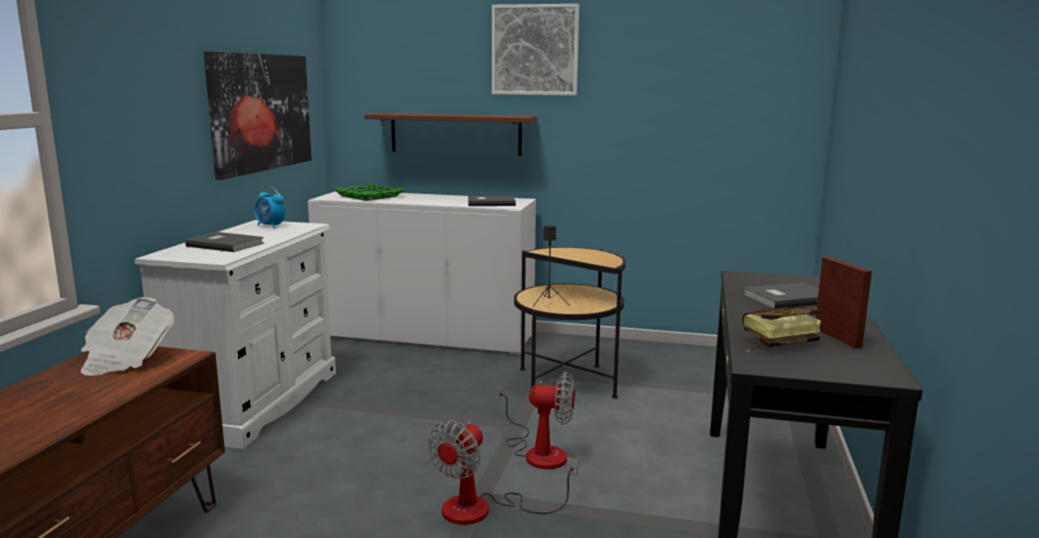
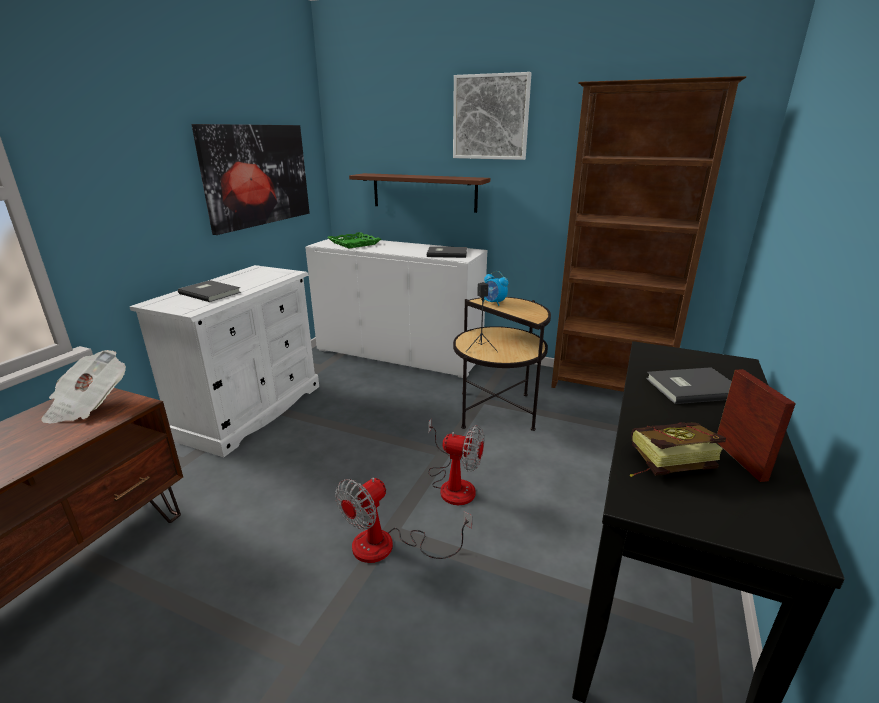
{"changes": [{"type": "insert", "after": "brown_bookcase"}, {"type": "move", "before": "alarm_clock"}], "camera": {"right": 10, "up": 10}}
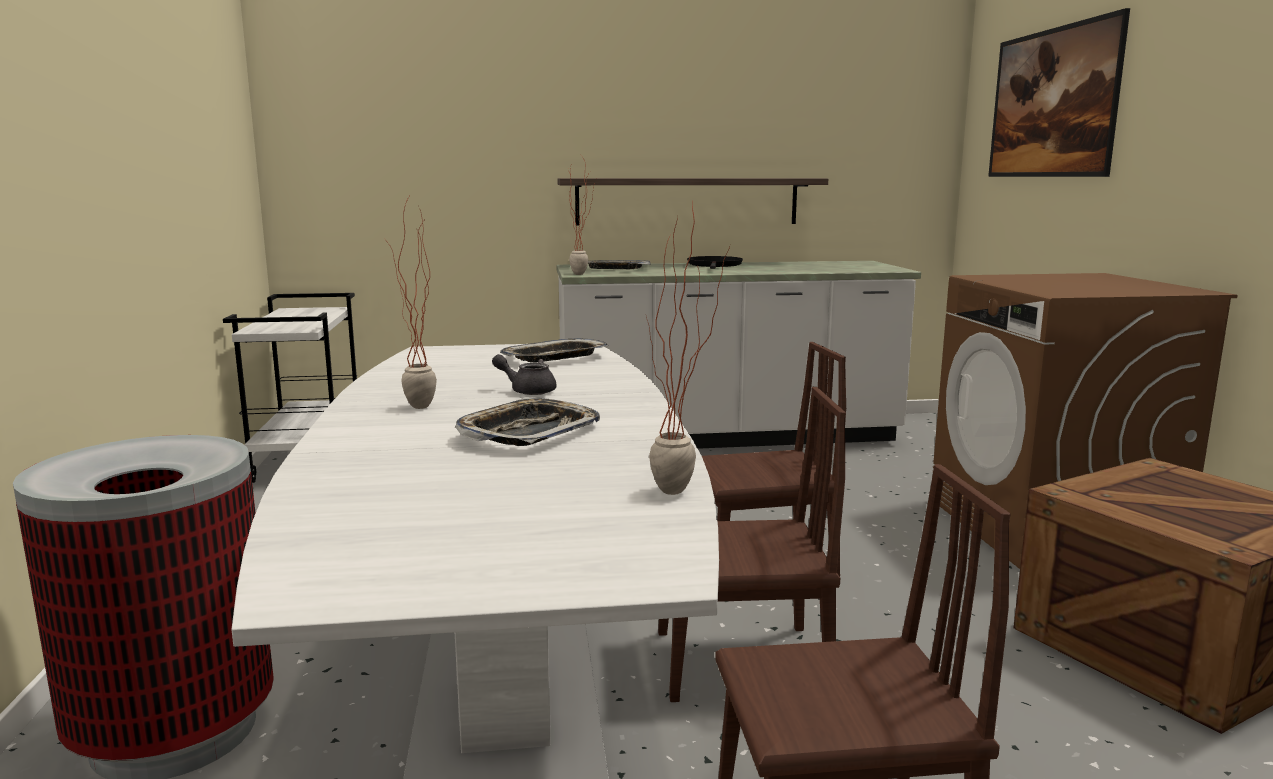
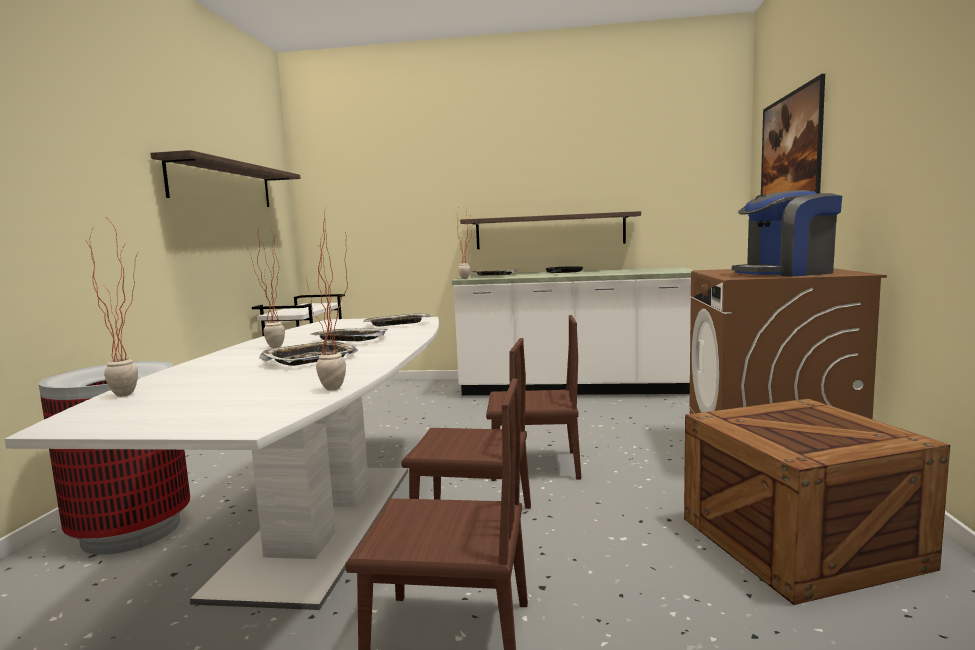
{"changes": [{"type": "insert", "after": "potted_plant (1st from left)"}, {"type": "insert", "after": "shelf (1st from left)"}, {"type": "insert", "after": "coffee_machine"}, {"type": "replace", "before": "grey_teapot", "after": "tray (2nd from left)"}], "camera": {"right": 15, "up": -5}}
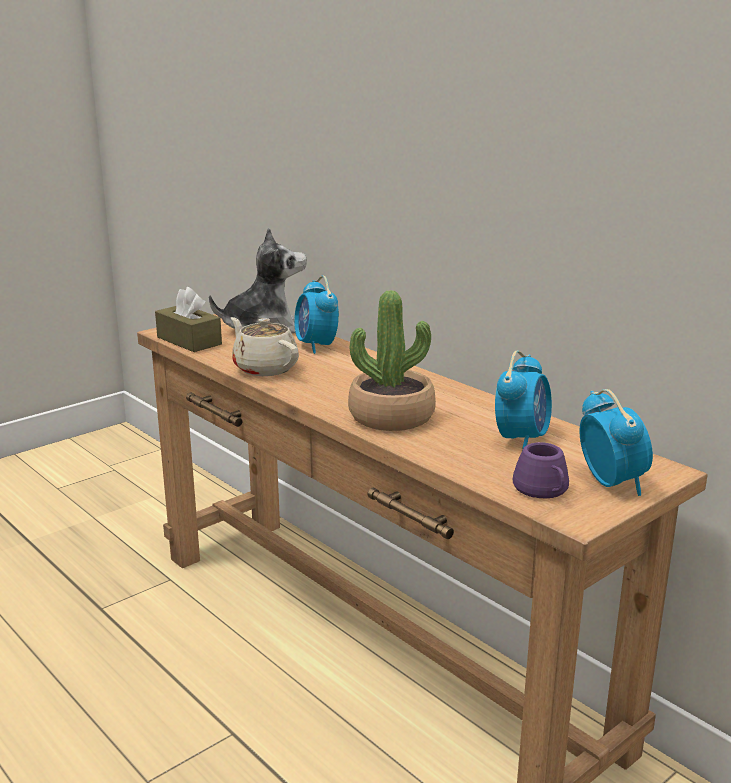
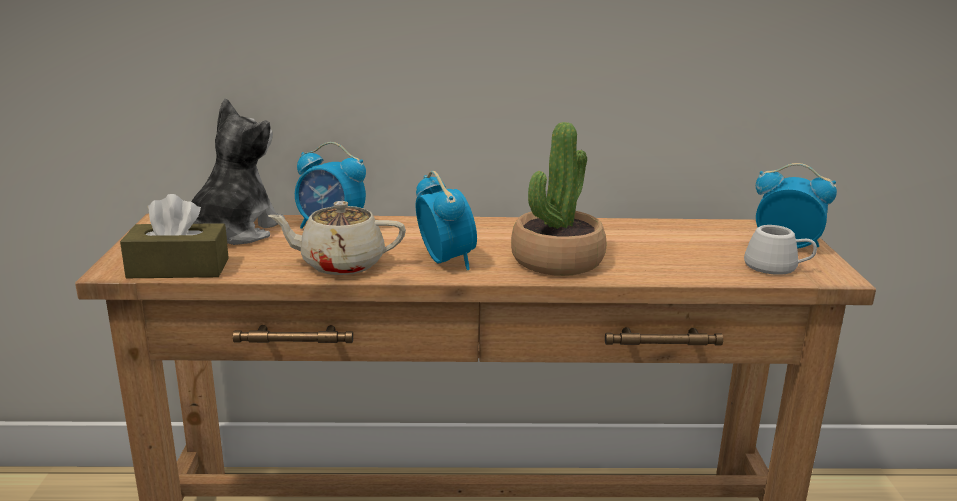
{"changes": [{"type": "move", "before": "alarm_clock (2nd from left)"}, {"type": "recolor", "before": "purple_mug", "after": "white_mug"}], "camera": {"right": -50, "up": 0}}
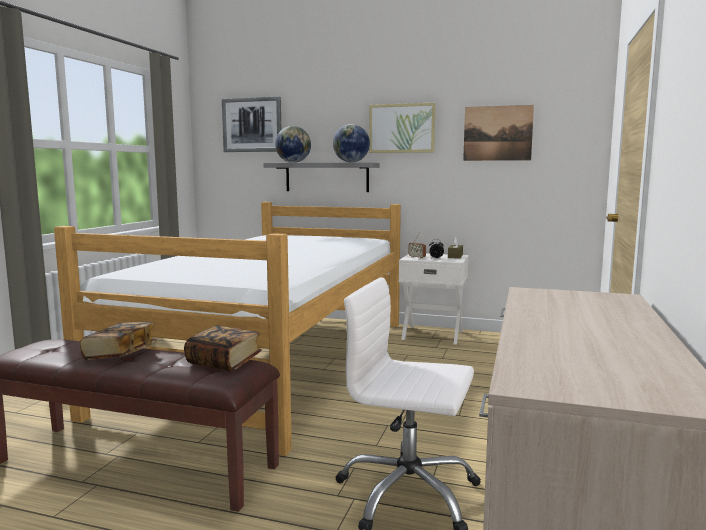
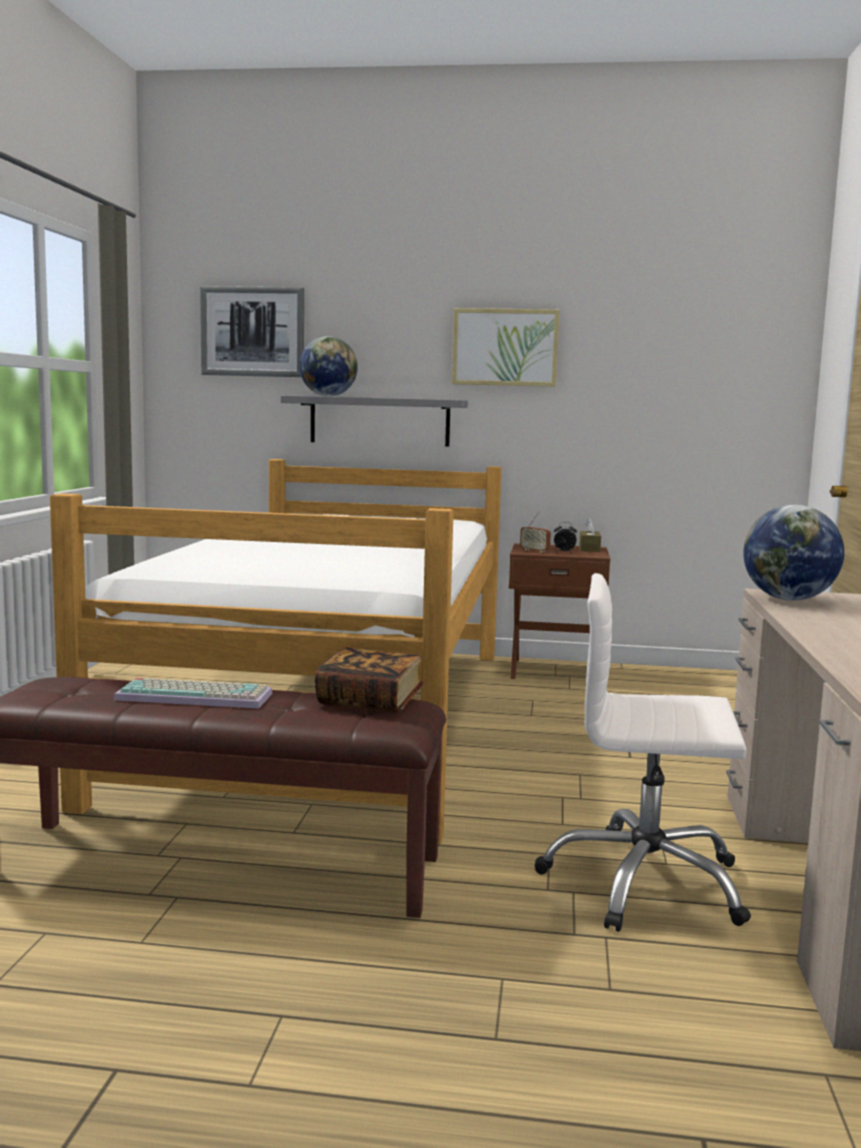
{"changes": [{"type": "delete", "before": "picture (3rd from left)"}, {"type": "move", "before": "globe (2nd from left)"}, {"type": "replace", "before": "book (1st from left)", "after": "keyboard"}, {"type": "recolor", "before": "white_nightstand", "after": "brown_nightstand"}], "camera": {"right": -10, "up": 0}}
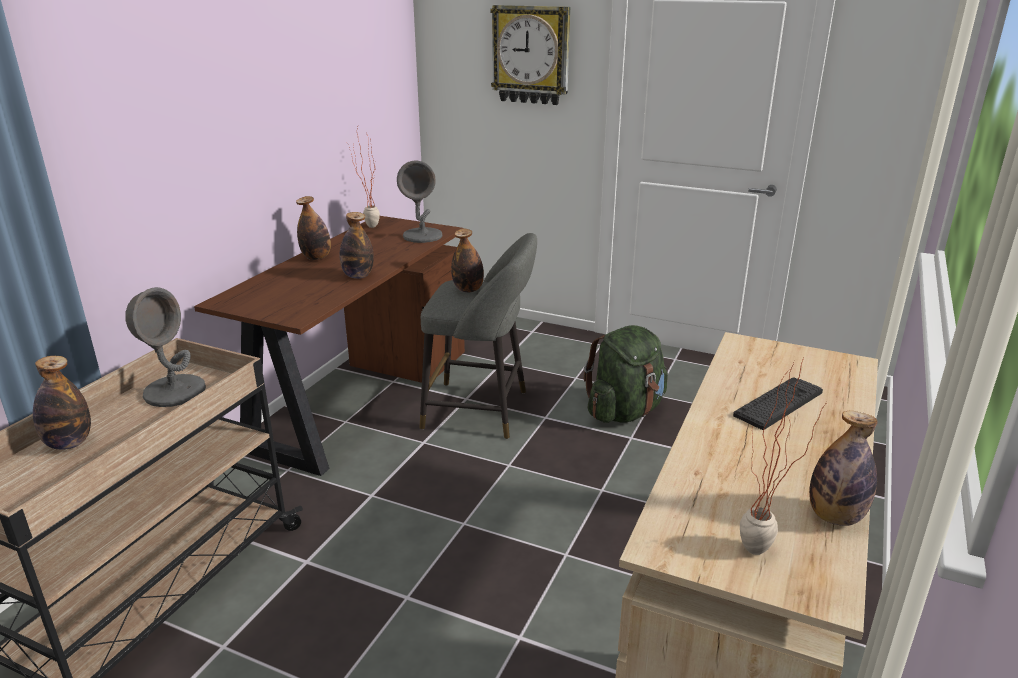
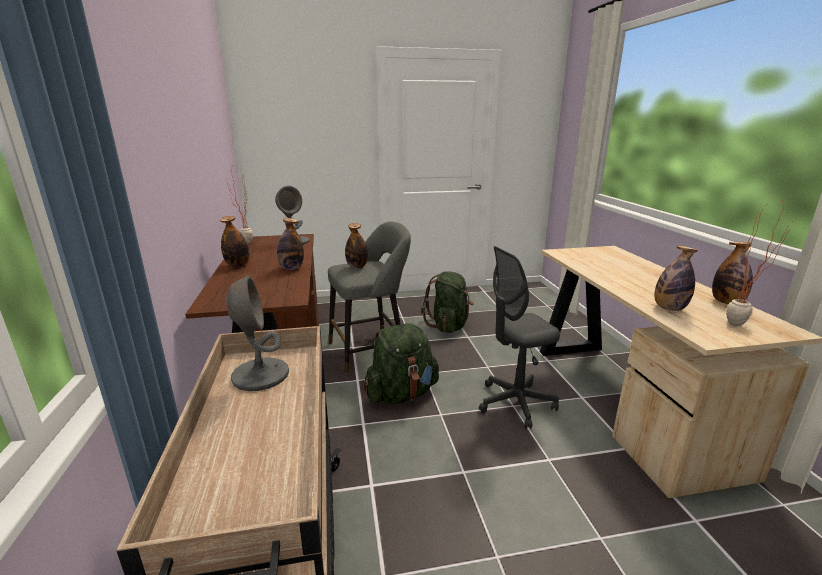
{"changes": [{"type": "delete", "before": "wall_clock"}, {"type": "delete", "before": "keyboard"}, {"type": "insert", "after": "green_backpack (1st from left)"}, {"type": "insert", "after": "grey_office_chair"}, {"type": "move", "before": "bottle (1st from left in the first image)", "after": "bottle (4th from left)"}], "camera": {"right": -35, "up": -5}}
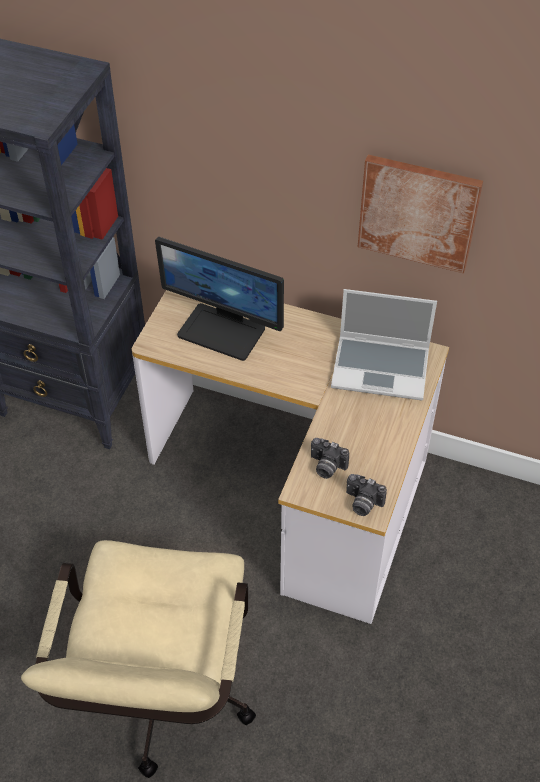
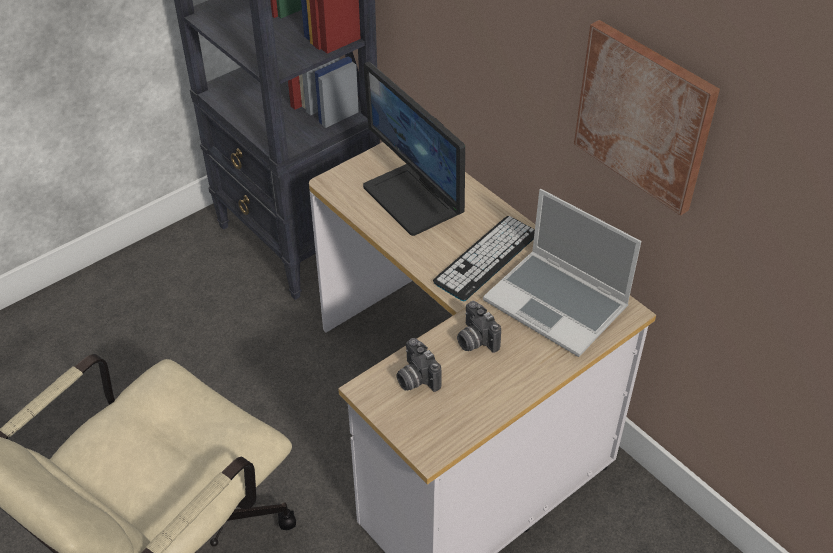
{"changes": [{"type": "insert", "after": "keyboard"}, {"type": "move", "before": "photo_camera (2nd from left)"}], "camera": {"right": 30, "up": -5}}
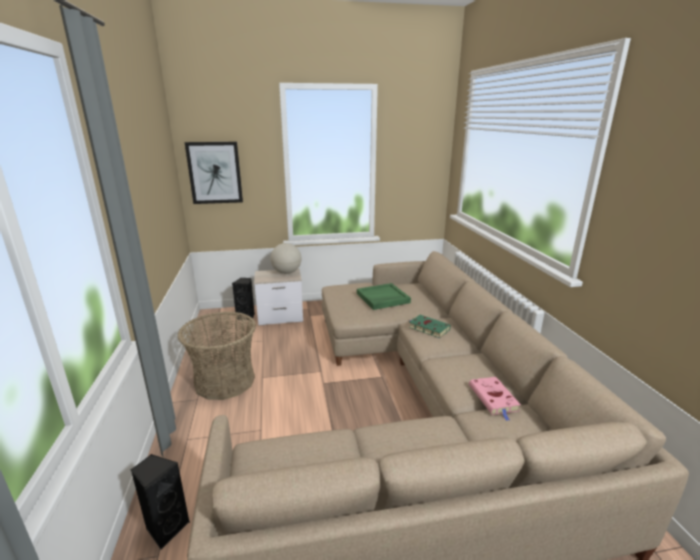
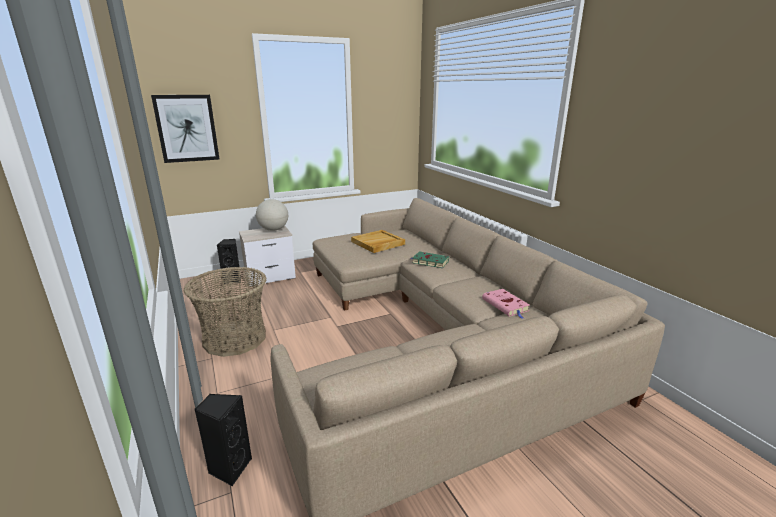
{"changes": [{"type": "recolor", "before": "green_tray", "after": "beige_tray"}], "camera": {"right": -15, "up": 0}}
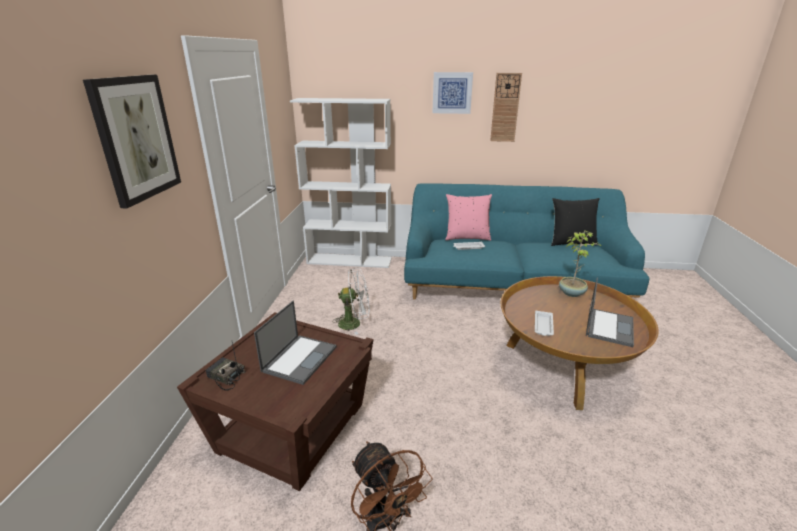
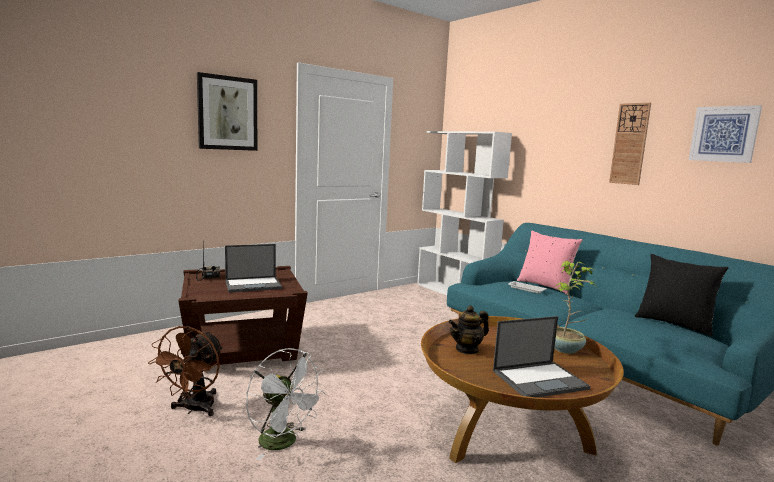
{"changes": [{"type": "move", "before": "white_fan"}, {"type": "move", "before": "picture (2nd from left)"}, {"type": "replace", "before": "white_tray (2nd from left)", "after": "teapot"}], "camera": {"right": 45, "up": -15}}
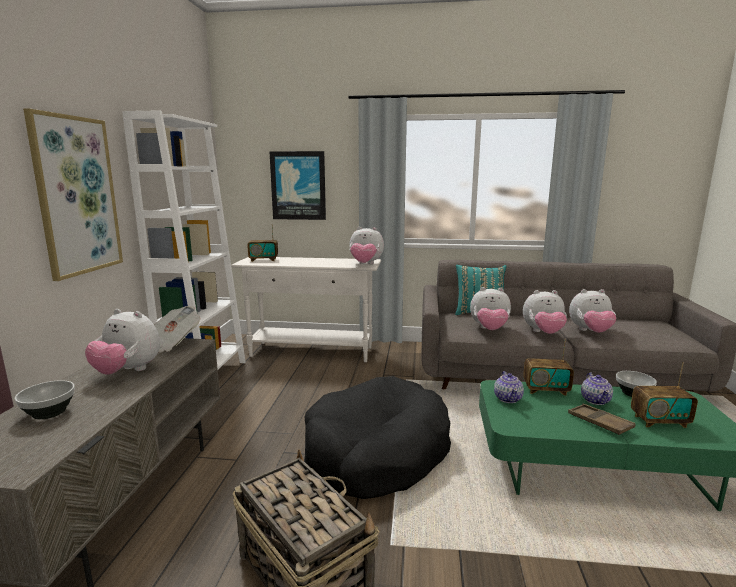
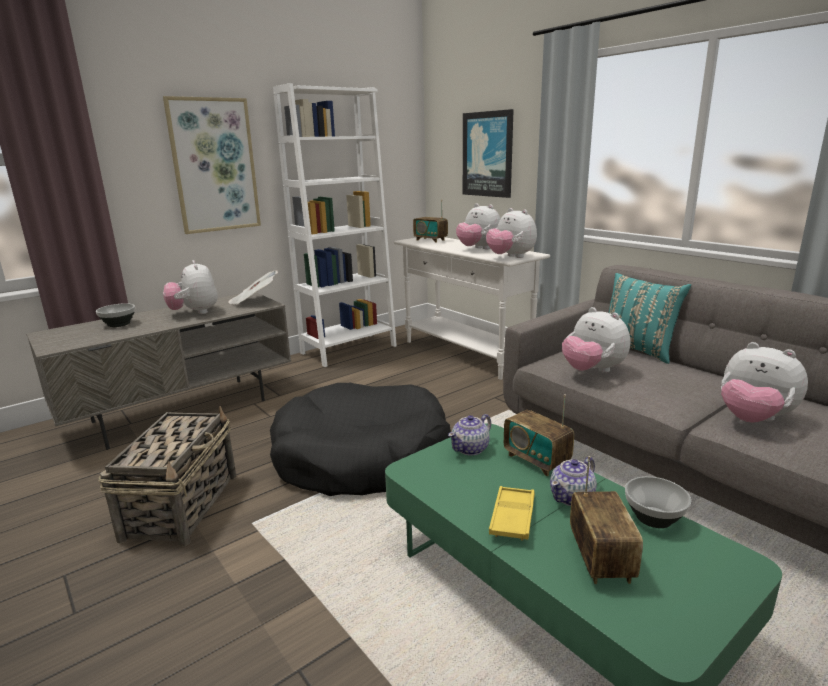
{"changes": [{"type": "move", "before": "plush_toy (4th from left in the first image)", "after": "plush_toy (2nd from left)"}, {"type": "recolor", "before": "brown_tray", "after": "yellow_tray"}, {"type": "rotate", "before": "radio (3rd from left)", "turn": -135}], "camera": {"right": 45, "up": 5}}
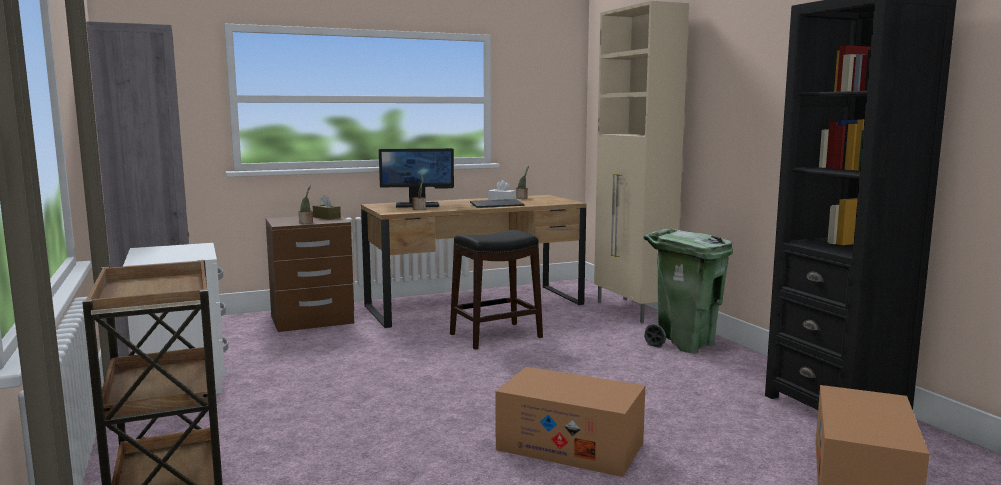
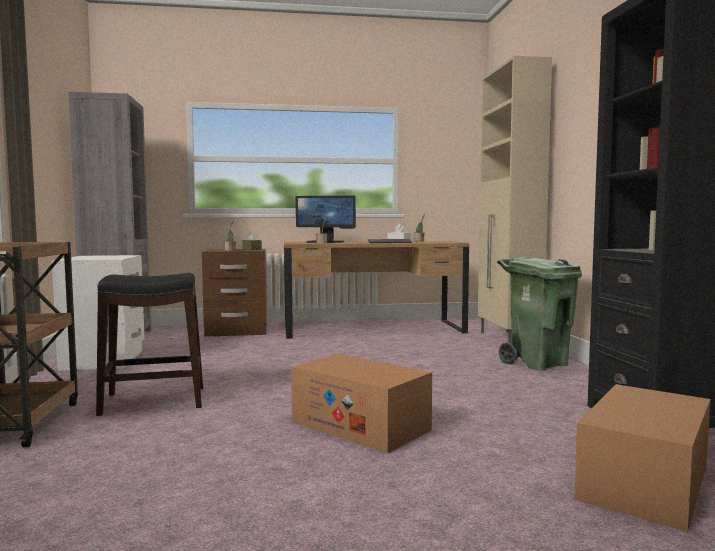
{"changes": [{"type": "move", "before": "black_stool"}], "camera": {"right": 15, "up": -5}}
